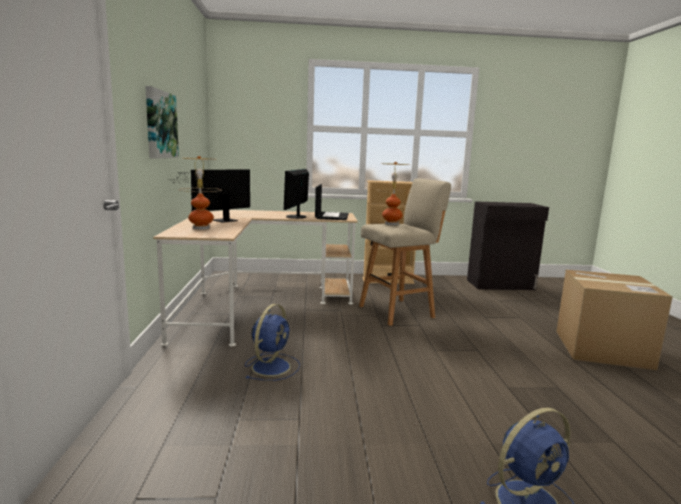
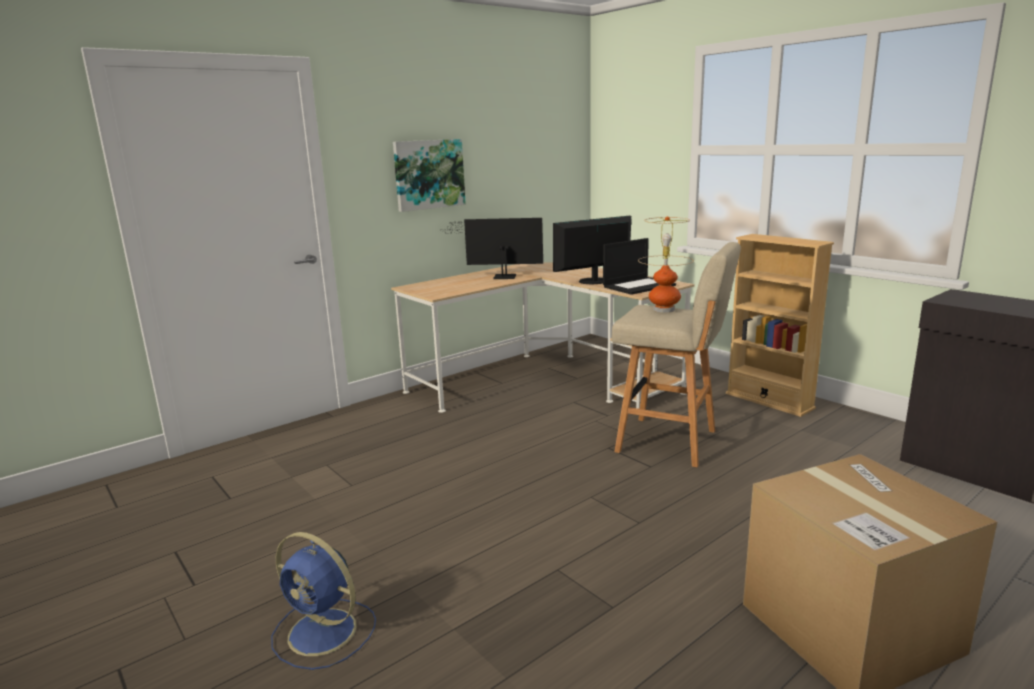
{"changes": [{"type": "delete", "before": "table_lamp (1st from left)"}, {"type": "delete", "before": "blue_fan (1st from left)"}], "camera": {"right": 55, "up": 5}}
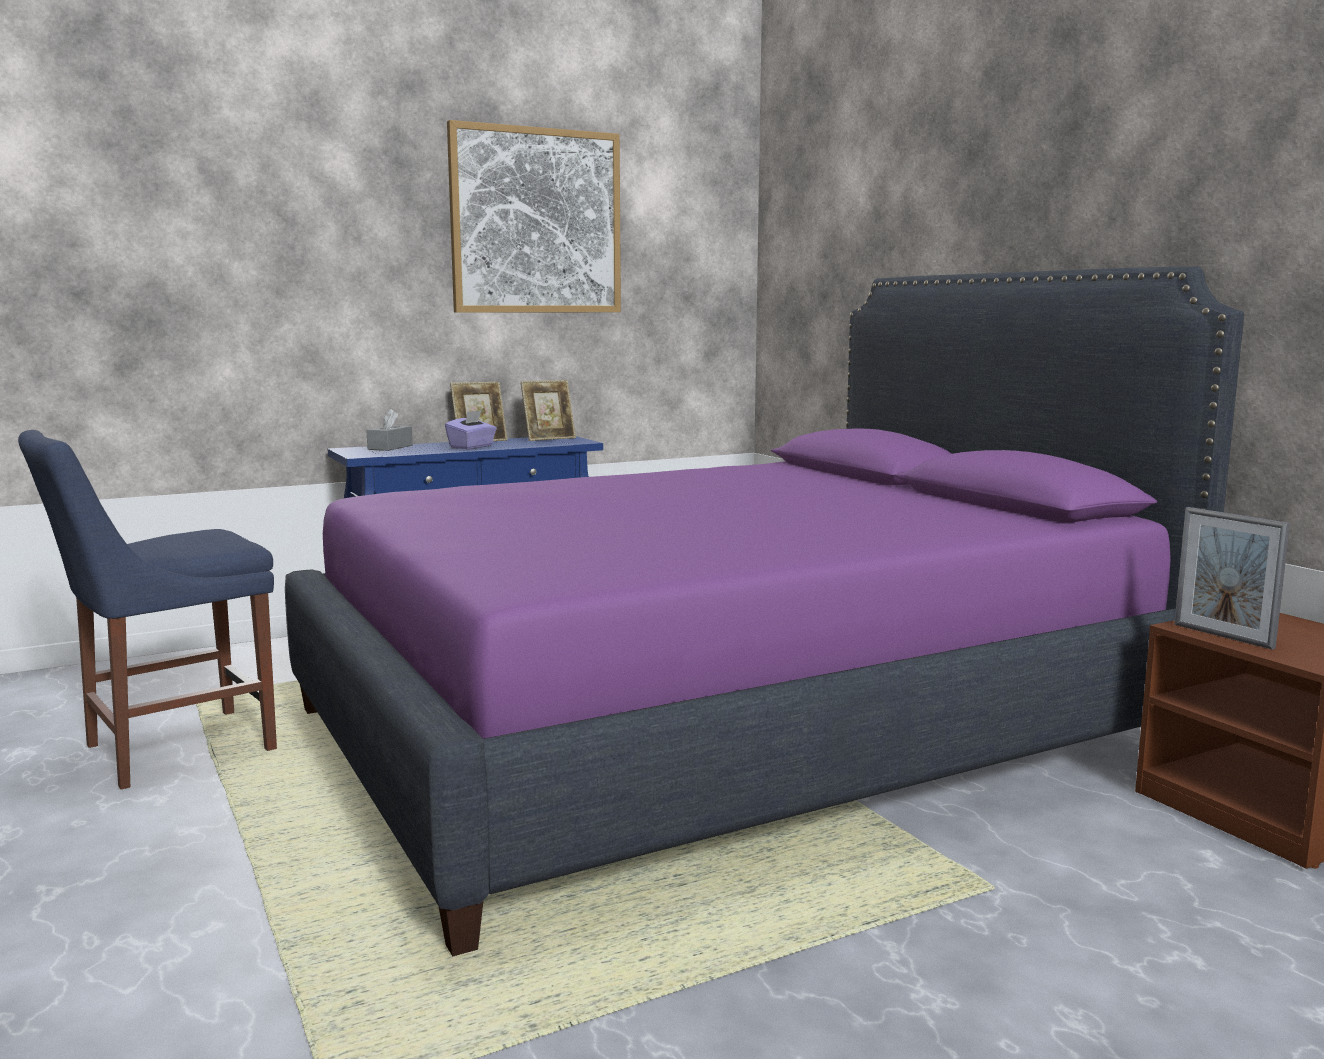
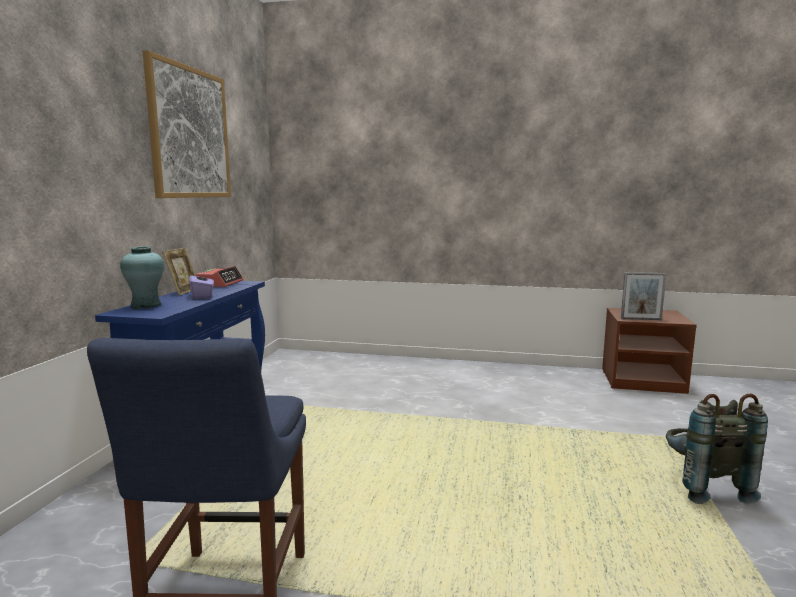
{"changes": [{"type": "delete", "before": "purple_bed"}, {"type": "insert", "after": "grey_backpack"}, {"type": "replace", "before": "grey_tissue_box", "after": "turquoise_vase"}, {"type": "replace", "before": "picture_frame (2nd from left)", "after": "alarm_clock"}], "camera": {"right": -50, "up": 0}}
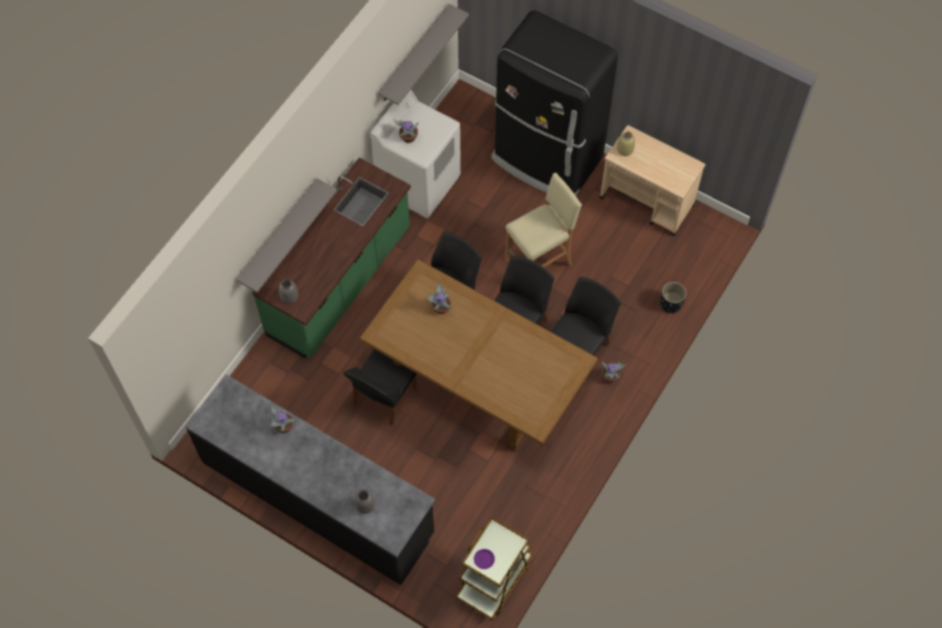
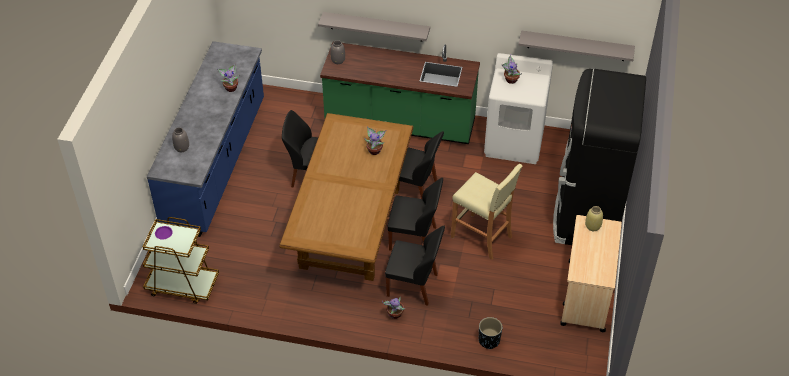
{"changes": [{"type": "recolor", "before": "black_counter", "after": "blue_counter"}], "camera": {"right": 70, "up": -15}}
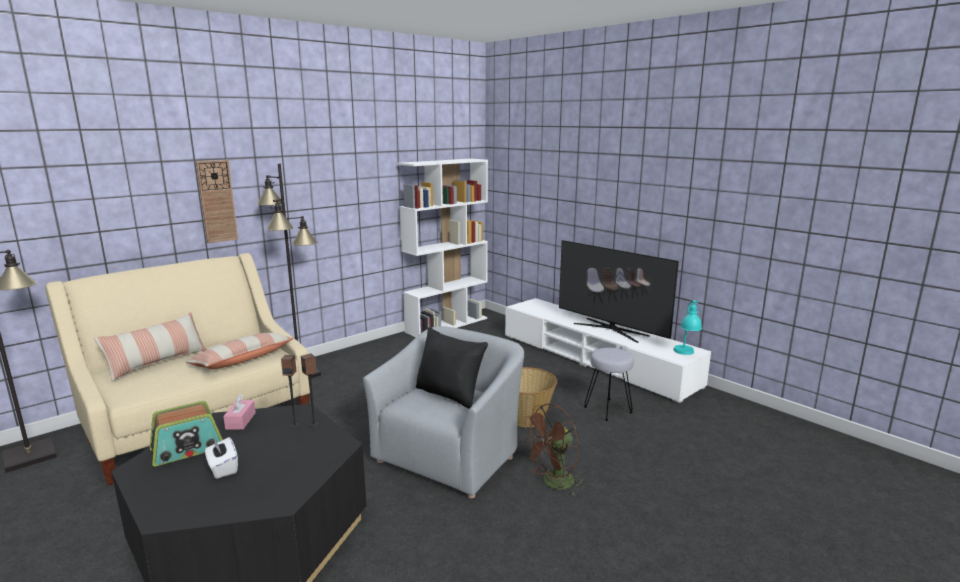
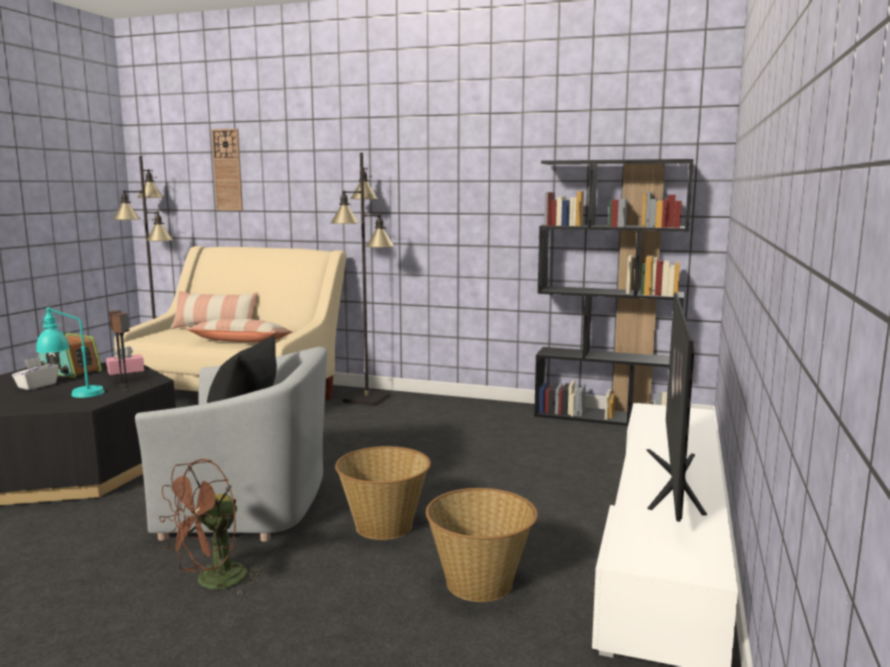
{"changes": [{"type": "move", "before": "wall_clock"}, {"type": "move", "before": "turquoise_table_lamp"}, {"type": "replace", "before": "grey_stool", "after": "basket (2nd from left)"}, {"type": "recolor", "before": "white_bookcase", "after": "black_bookcase"}, {"type": "rotate", "before": "brown_fan", "turn": -75}], "camera": {"right": 60, "up": -5}}
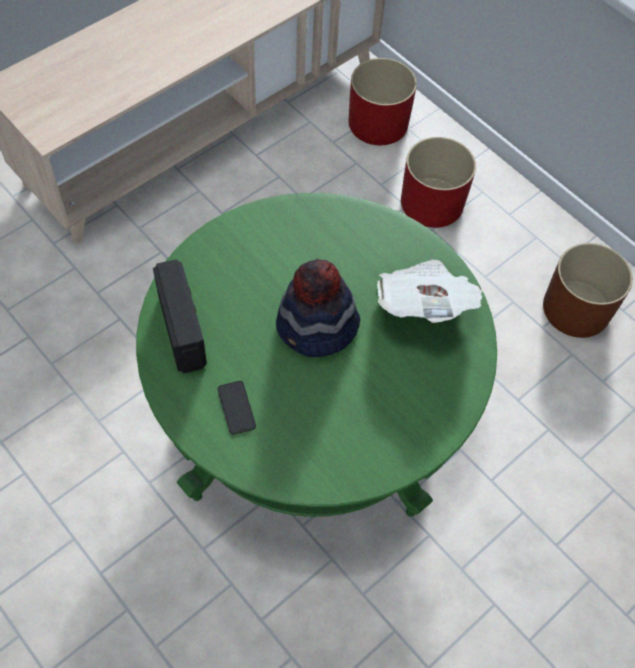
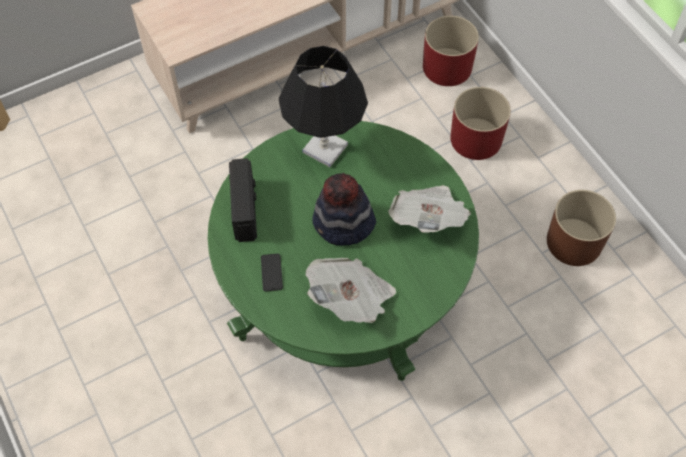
{"changes": [{"type": "insert", "after": "black_table_lamp"}, {"type": "insert", "after": "newspaper (1st from left)"}], "camera": {"right": 15, "up": 0}}
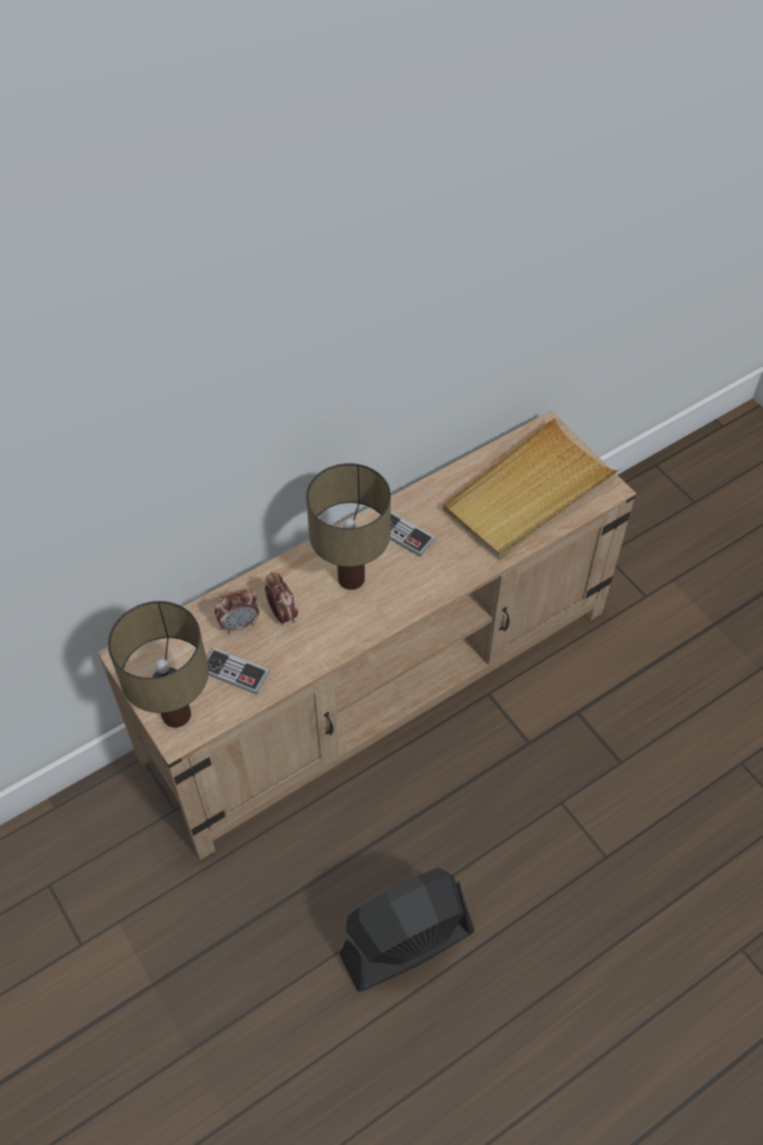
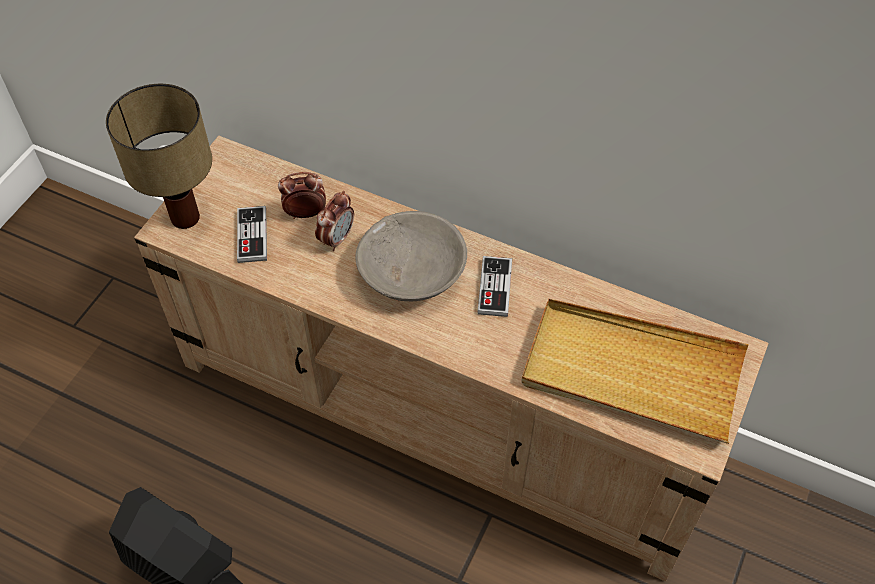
{"changes": [{"type": "replace", "before": "table_lamp (2nd from left)", "after": "grey_bowl"}, {"type": "rotate", "before": "alarm_clock (1st from left)", "turn": 135}], "camera": {"right": 60, "up": 0}}
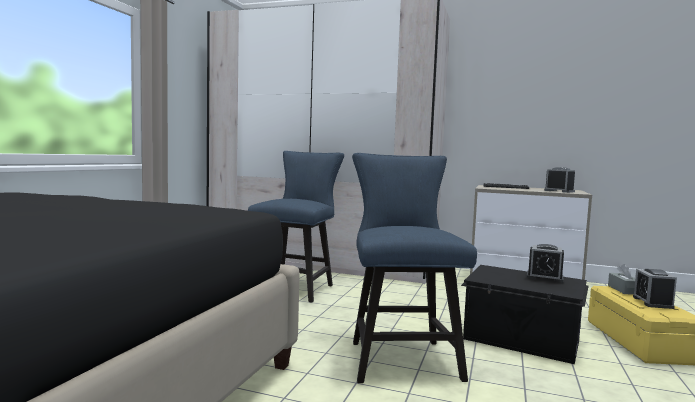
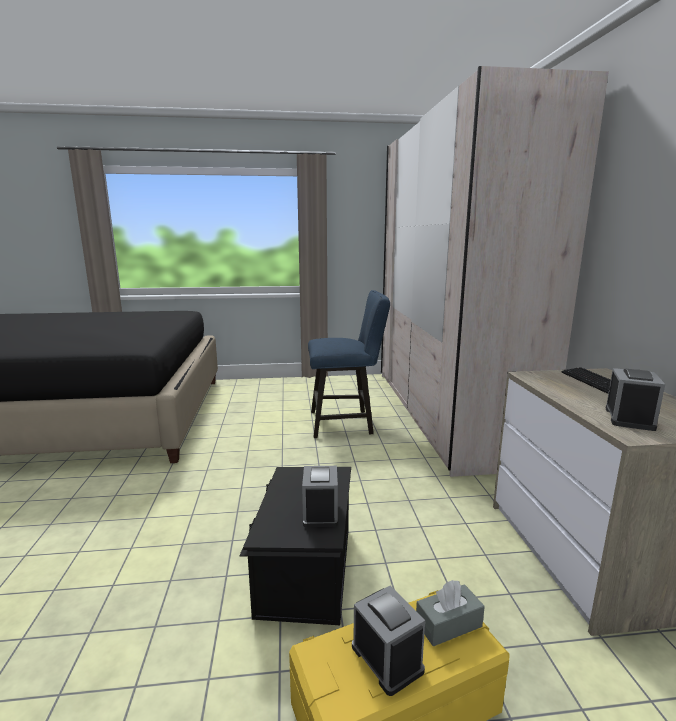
{"changes": [{"type": "delete", "before": "blue_chair (2nd from left)"}, {"type": "rotate", "before": "alarm_clock (3rd from left in the first image)", "turn": 75}], "camera": {"right": 65, "up": 10}}
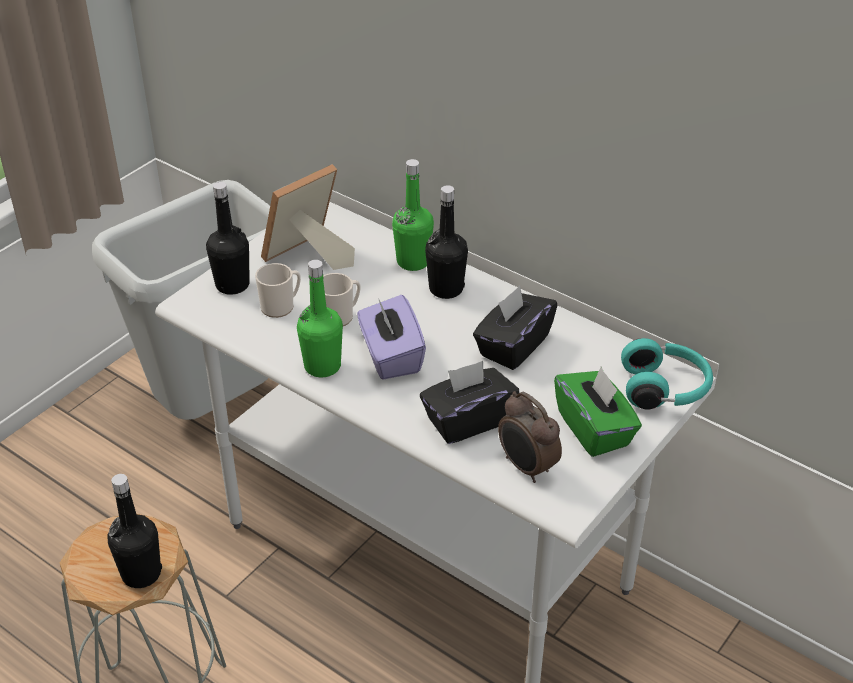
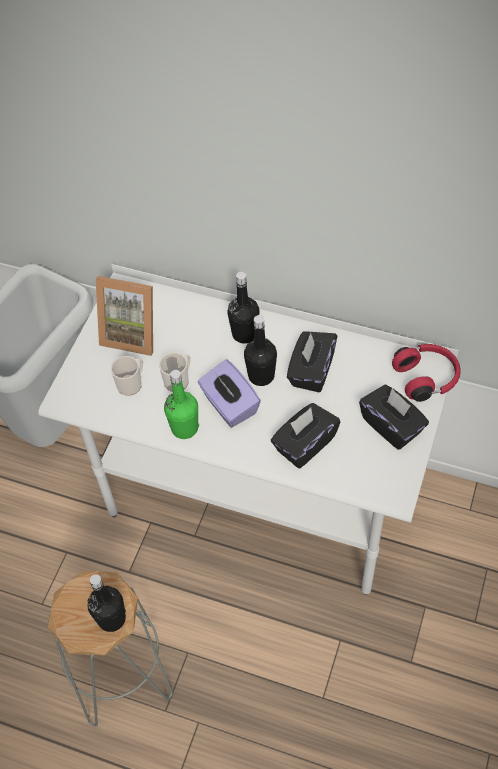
{"changes": [{"type": "delete", "before": "green_bottle (2nd from left)"}, {"type": "delete", "before": "alarm_clock"}, {"type": "move", "before": "black_bottle (2nd from left in the first image)", "after": "black_bottle (3rd from left)"}, {"type": "recolor", "before": "green_tissue_box", "after": "black_tissue_box (3rd from left)"}, {"type": "recolor", "before": "turquoise_headphones", "after": "red_headphones"}, {"type": "rotate", "before": "picture_frame", "turn": -105}], "camera": {"right": -15, "up": 15}}
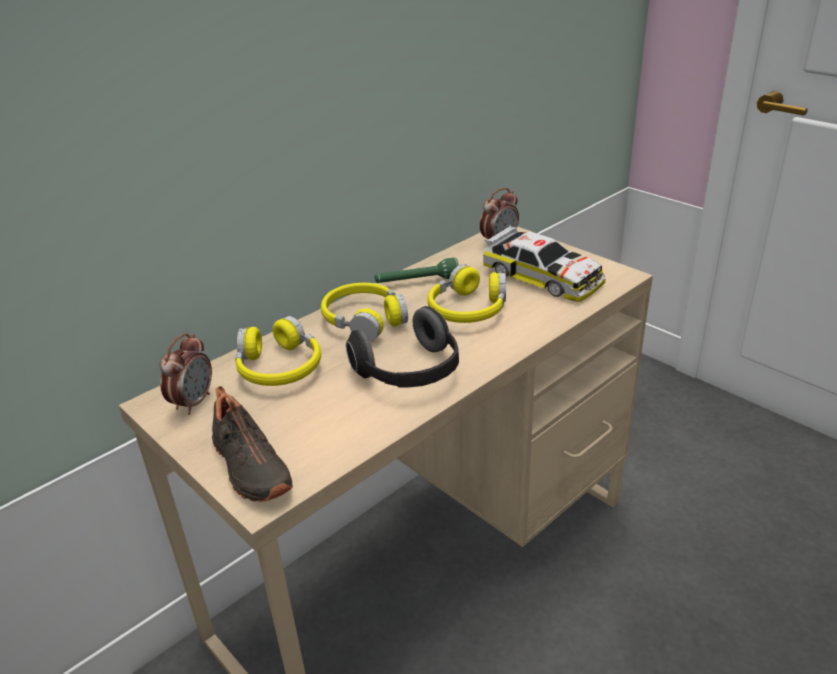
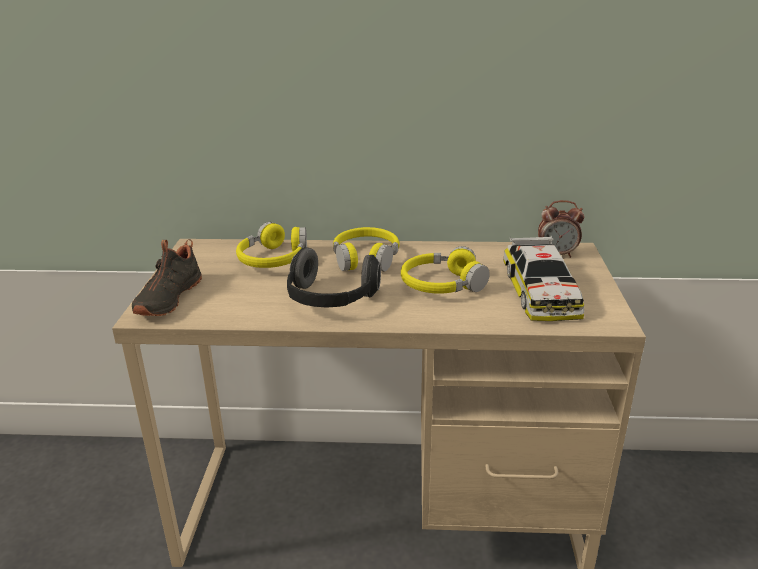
{"changes": [{"type": "delete", "before": "alarm_clock (1st from left)"}, {"type": "delete", "before": "green_flashlight"}], "camera": {"right": 45, "up": -5}}
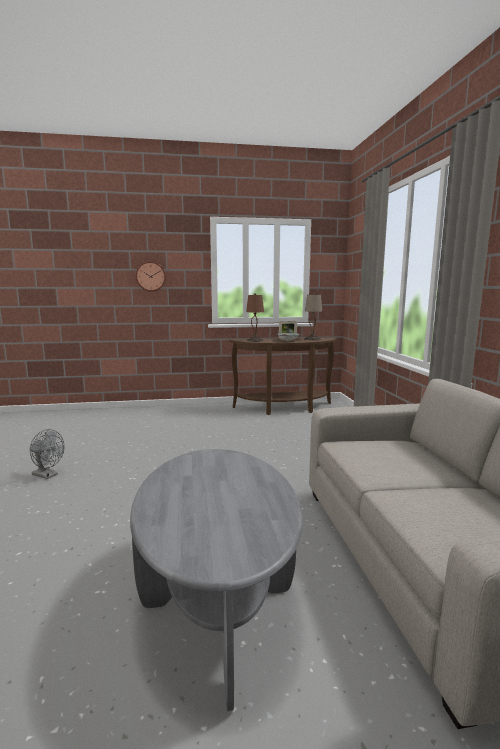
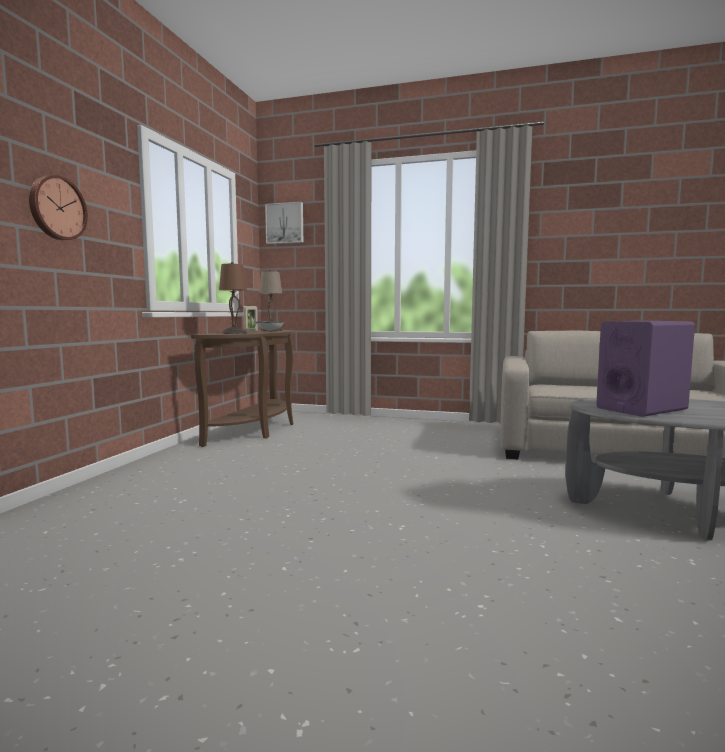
{"changes": [{"type": "delete", "before": "grey_fan"}, {"type": "insert", "after": "picture"}, {"type": "insert", "after": "purple_speaker"}], "camera": {"right": -65, "up": -5}}
